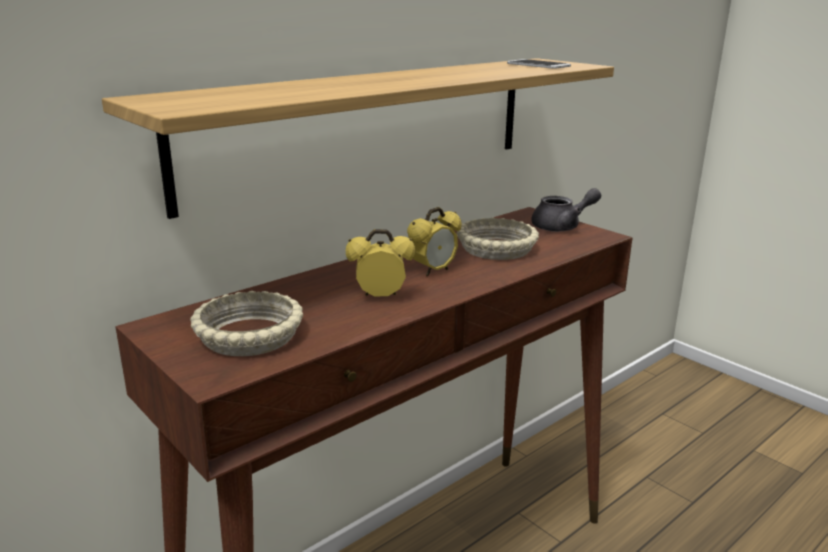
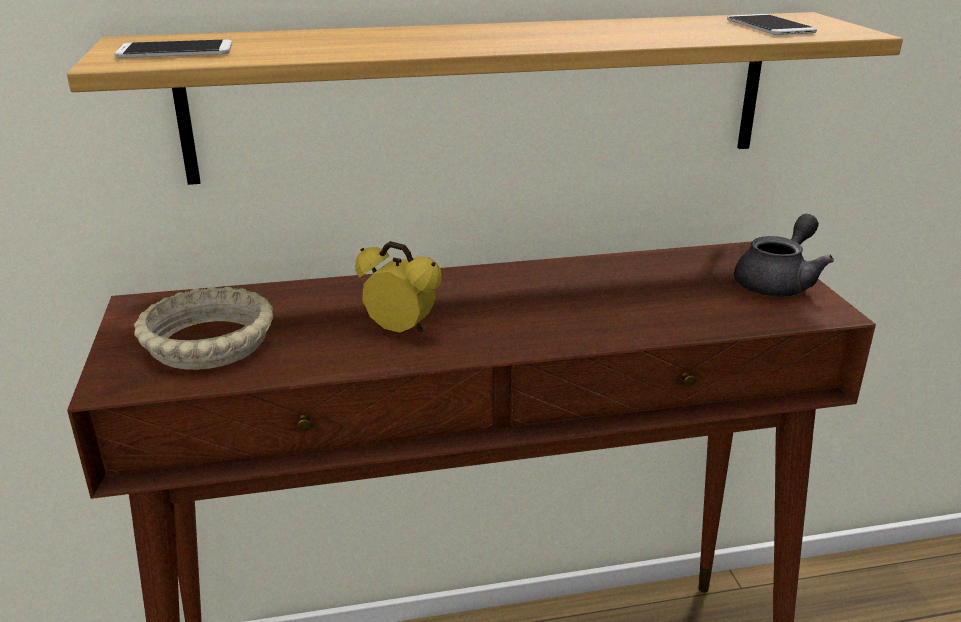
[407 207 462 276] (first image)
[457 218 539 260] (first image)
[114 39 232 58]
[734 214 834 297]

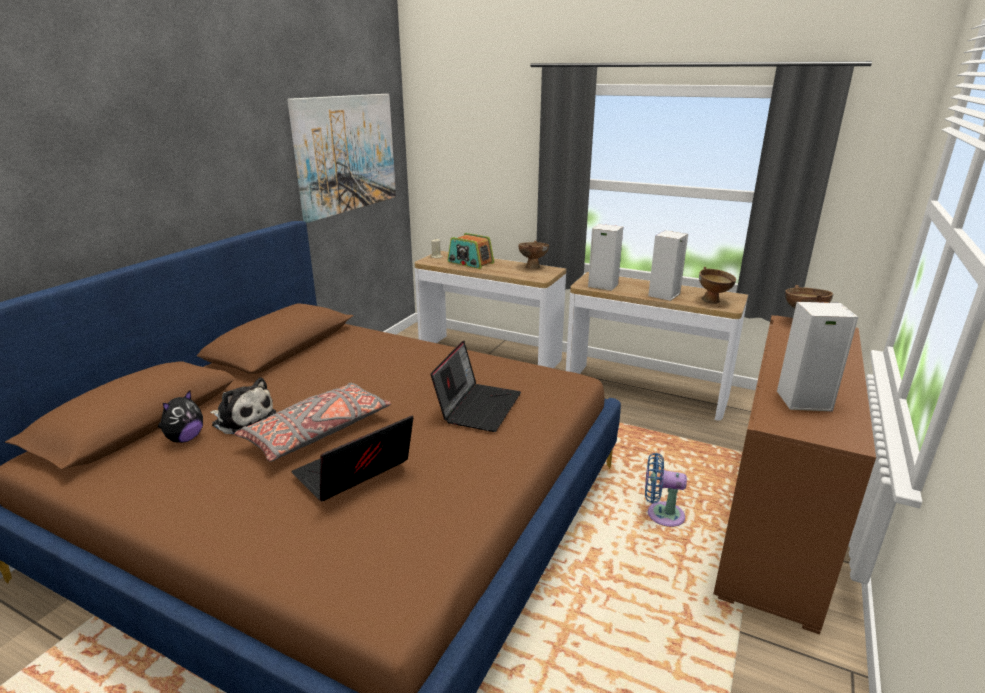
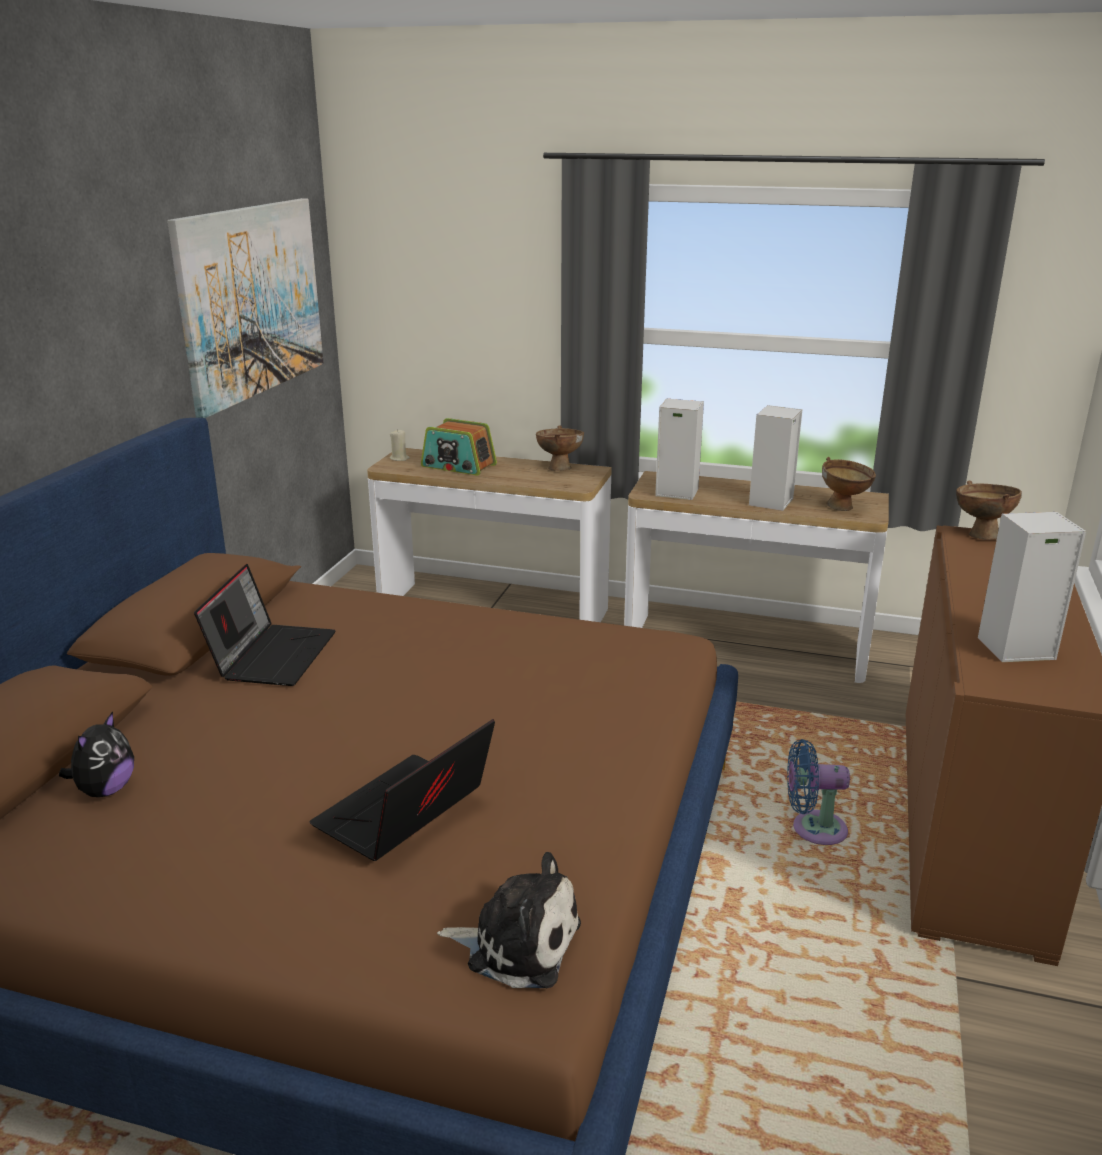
[234 383 391 461] (first image)
[437 852 581 988]
[194 564 336 686]

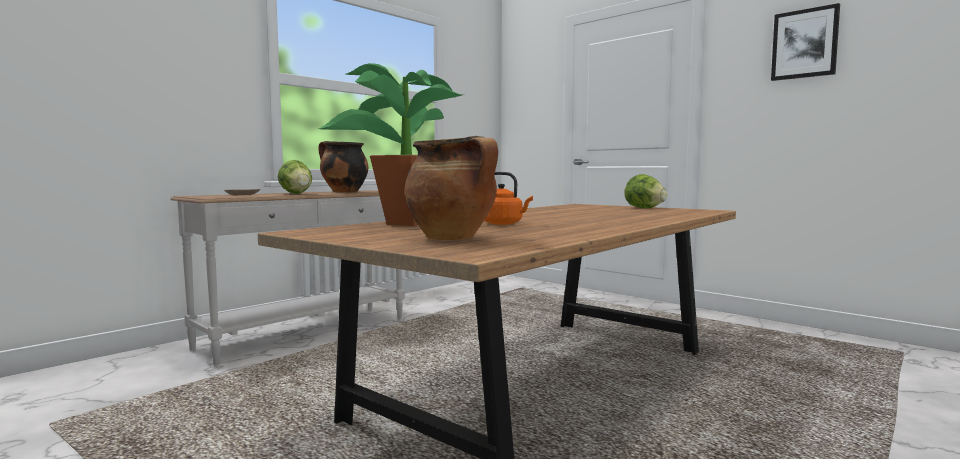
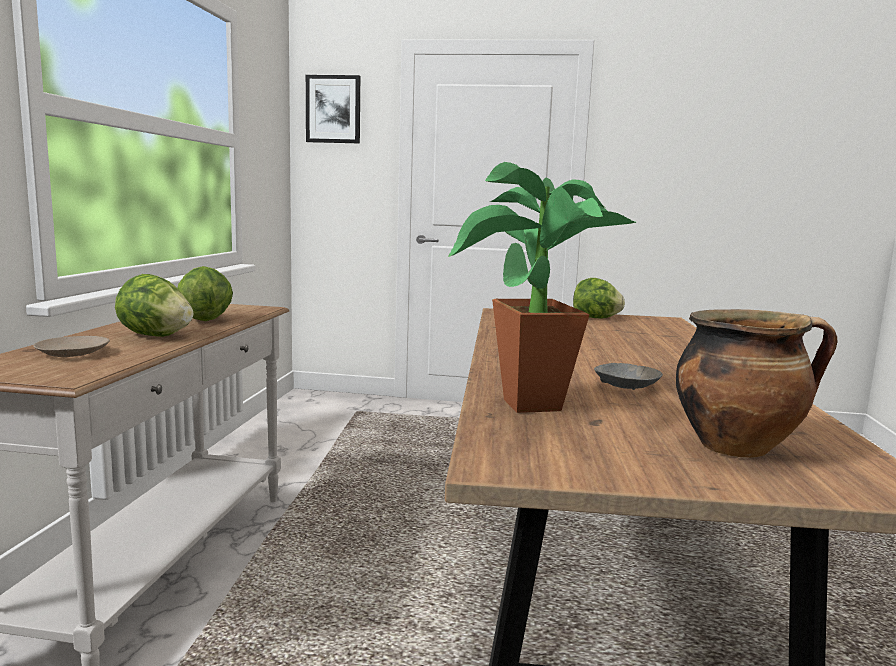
[306 75 360 143]
[178 266 233 321]
[594 363 663 390]

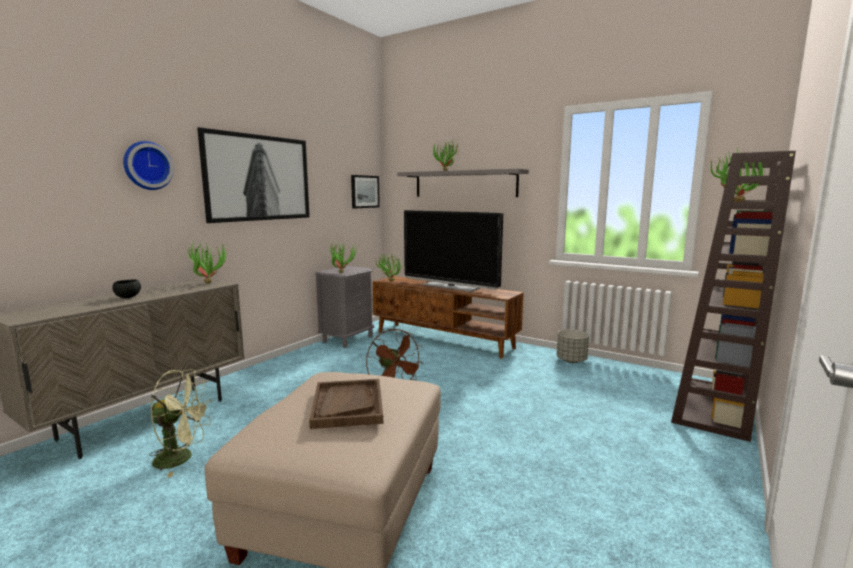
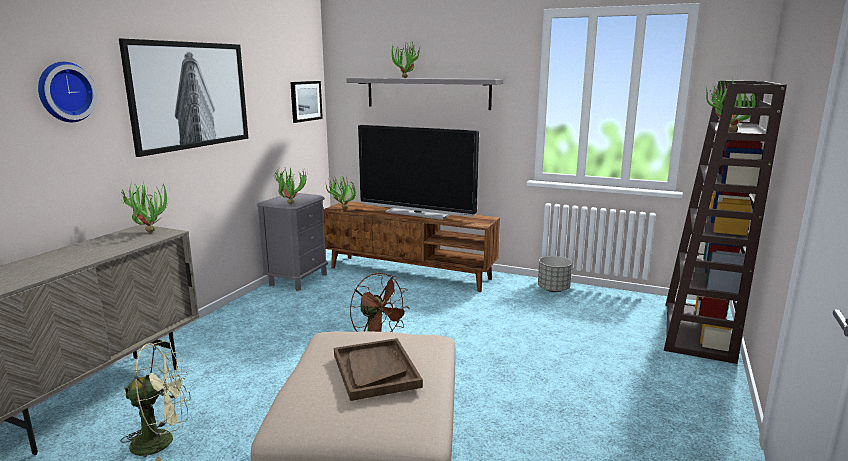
[112 279 141 298] (first image)

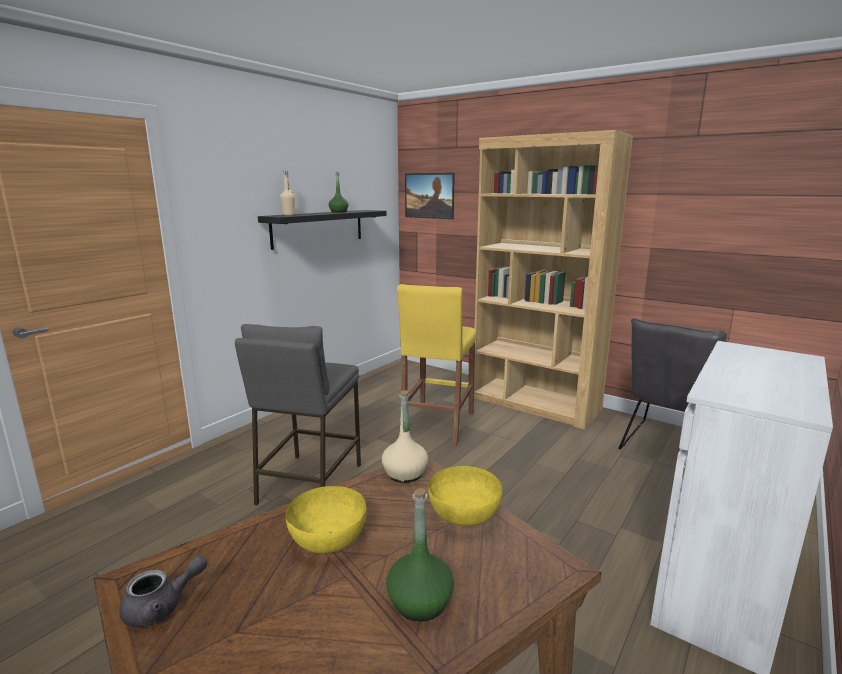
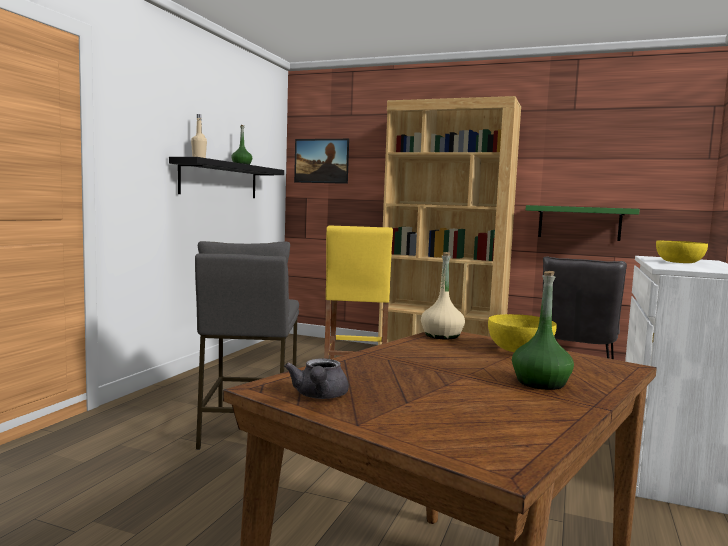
[526 205 640 241]
[656 240 708 263]
[284 358 349 399]

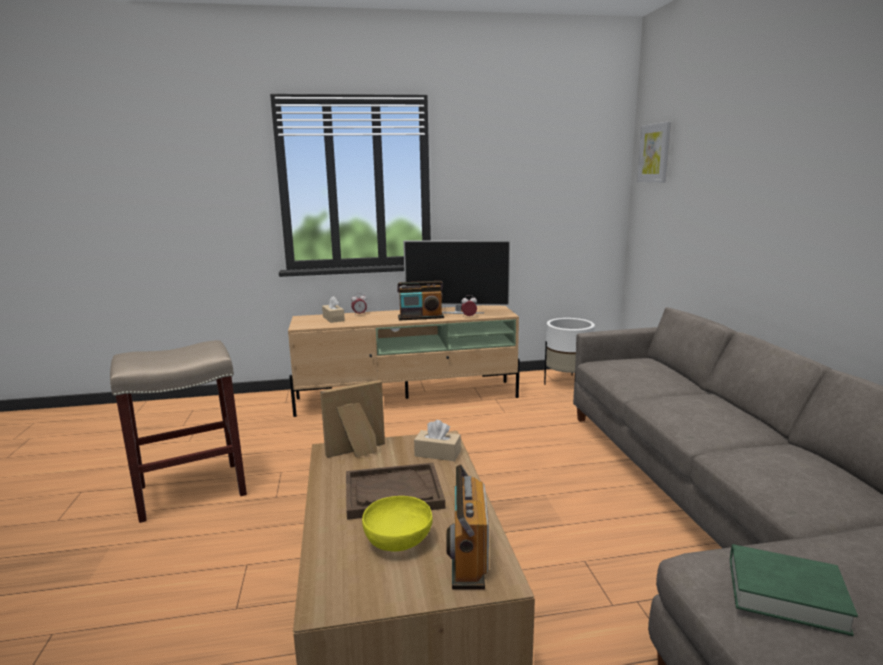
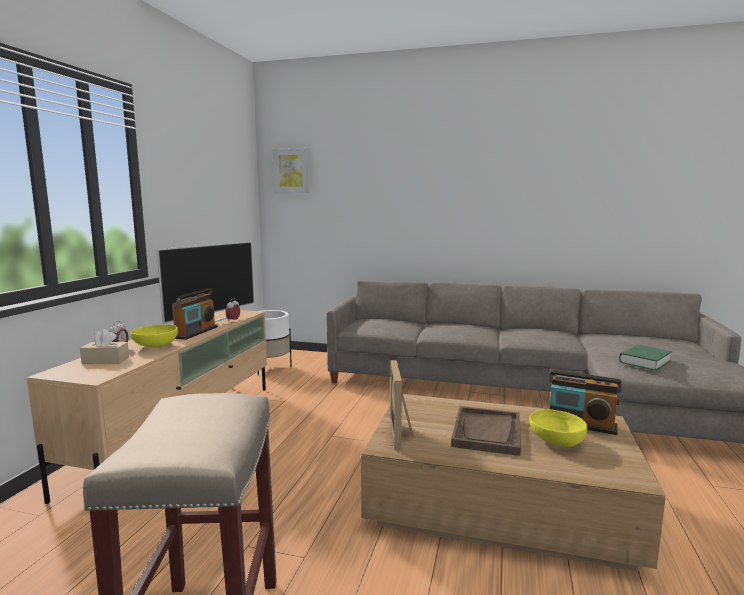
[414 420 461 461] (first image)
[131 324 178 348]

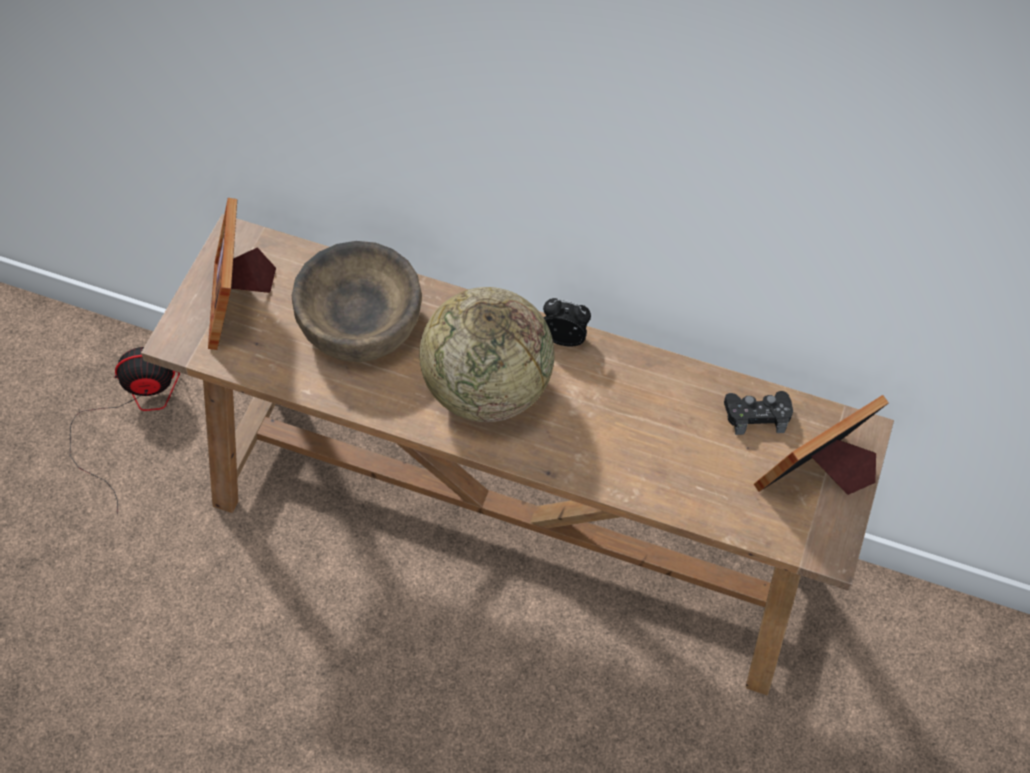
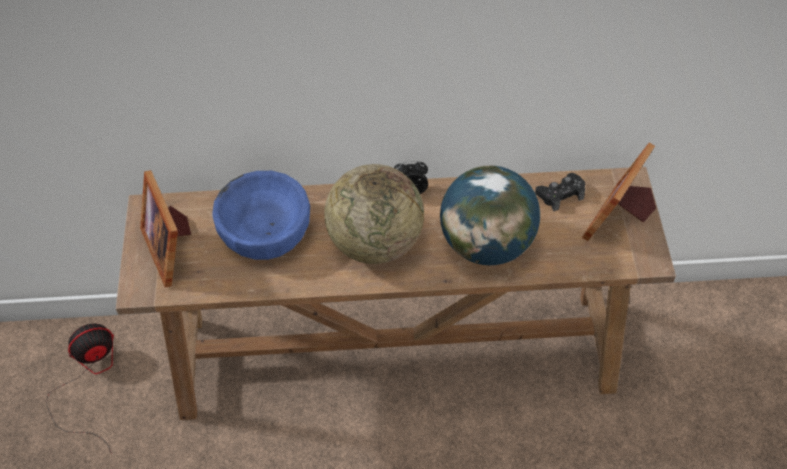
[440 166 540 265]
[212 171 310 260]

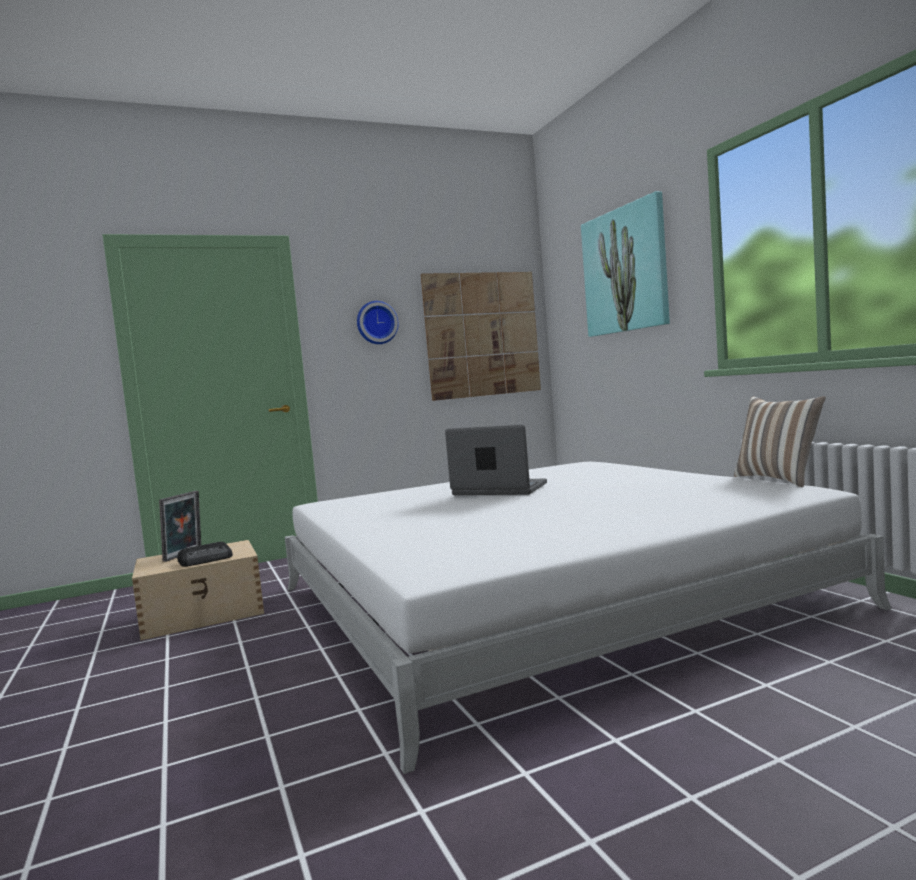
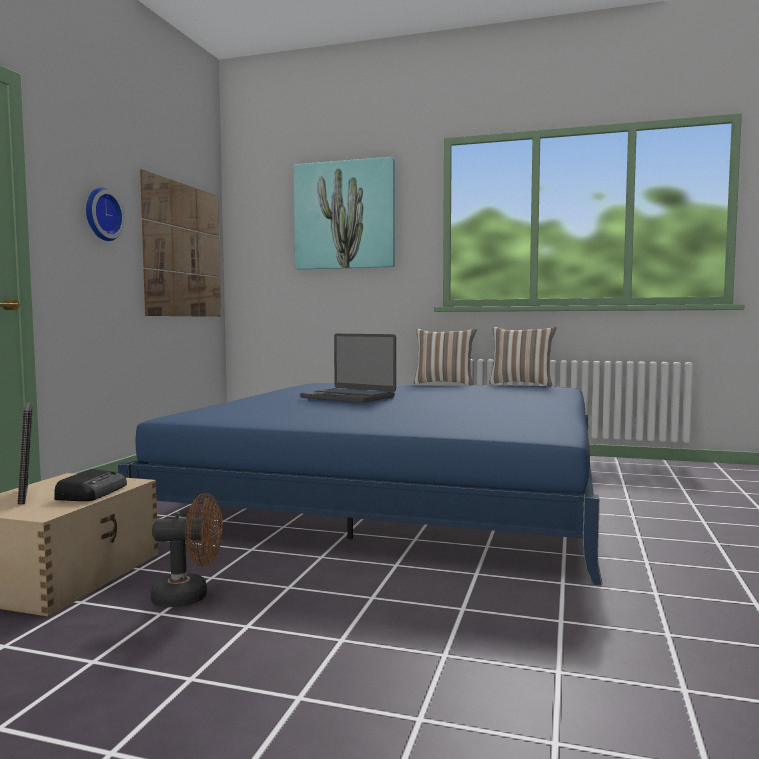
[151 493 223 607]
[413 329 477 385]
[118 383 602 585]
[300 334 396 403]

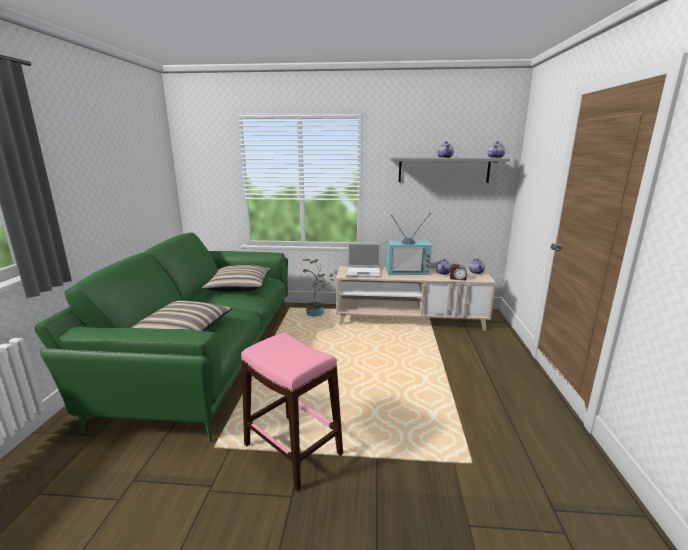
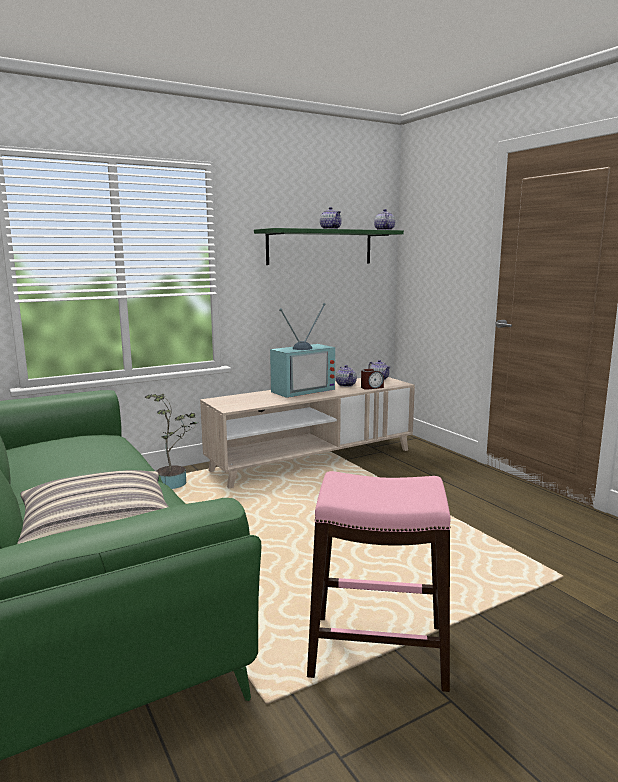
[202 265 270 292] (first image)
[346 242 381 277] (first image)
[254 228 404 265]

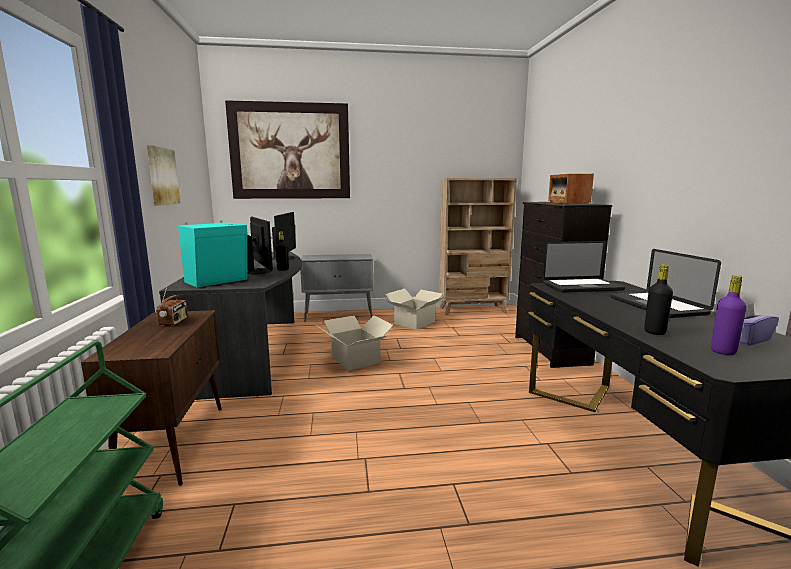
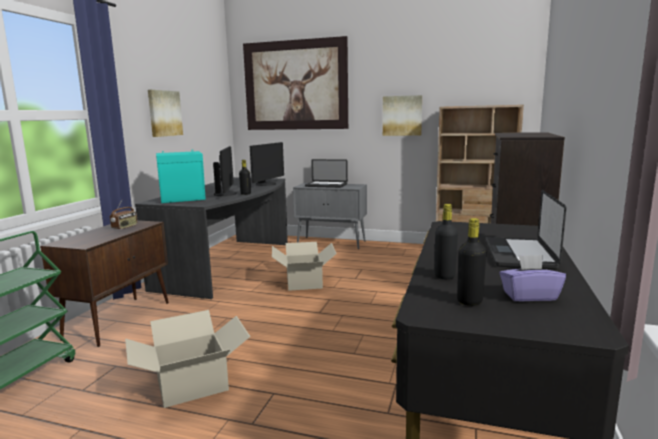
[548 174 594 204] (first image)
[383 95 422 136]
[125 310 251 408]
[305 159 348 188]
[457 218 487 306]

